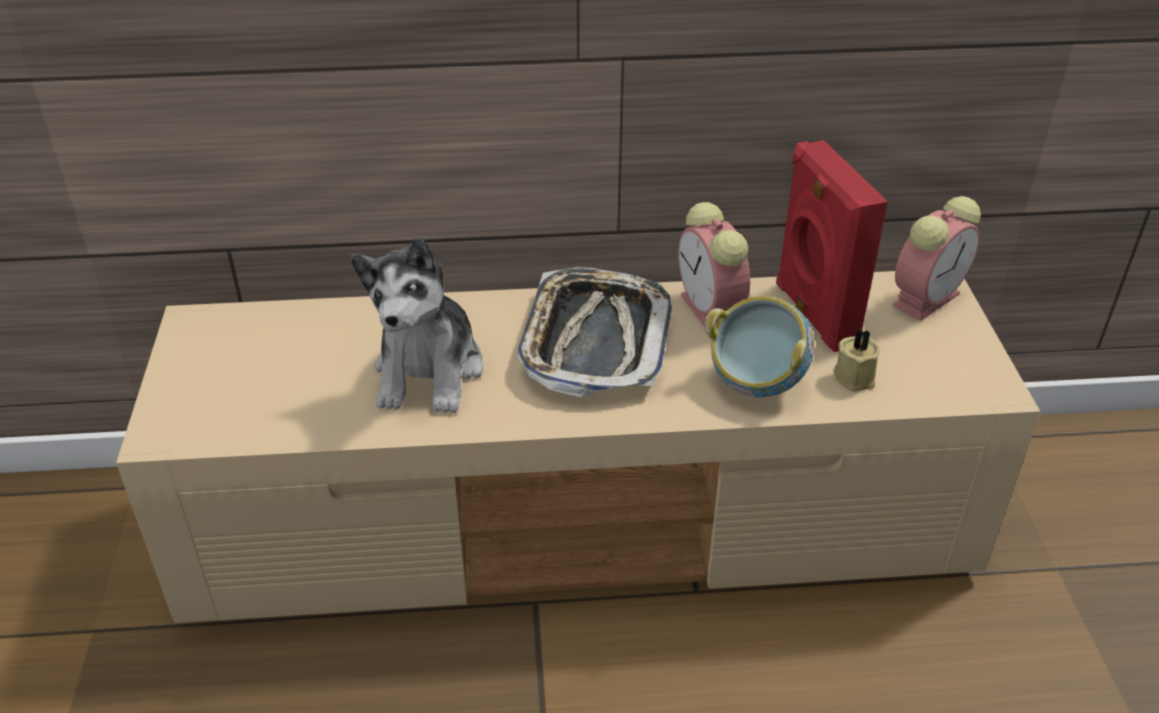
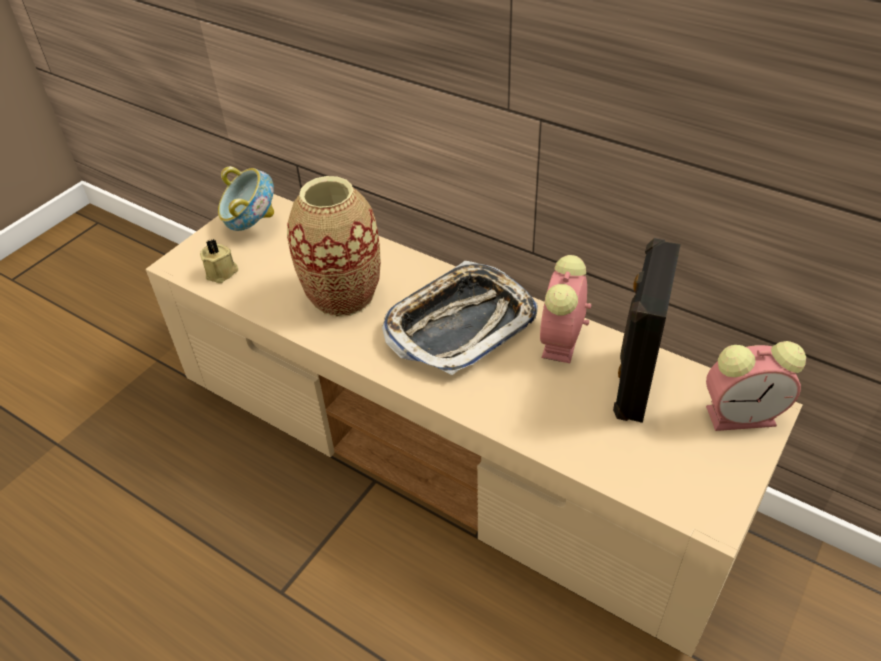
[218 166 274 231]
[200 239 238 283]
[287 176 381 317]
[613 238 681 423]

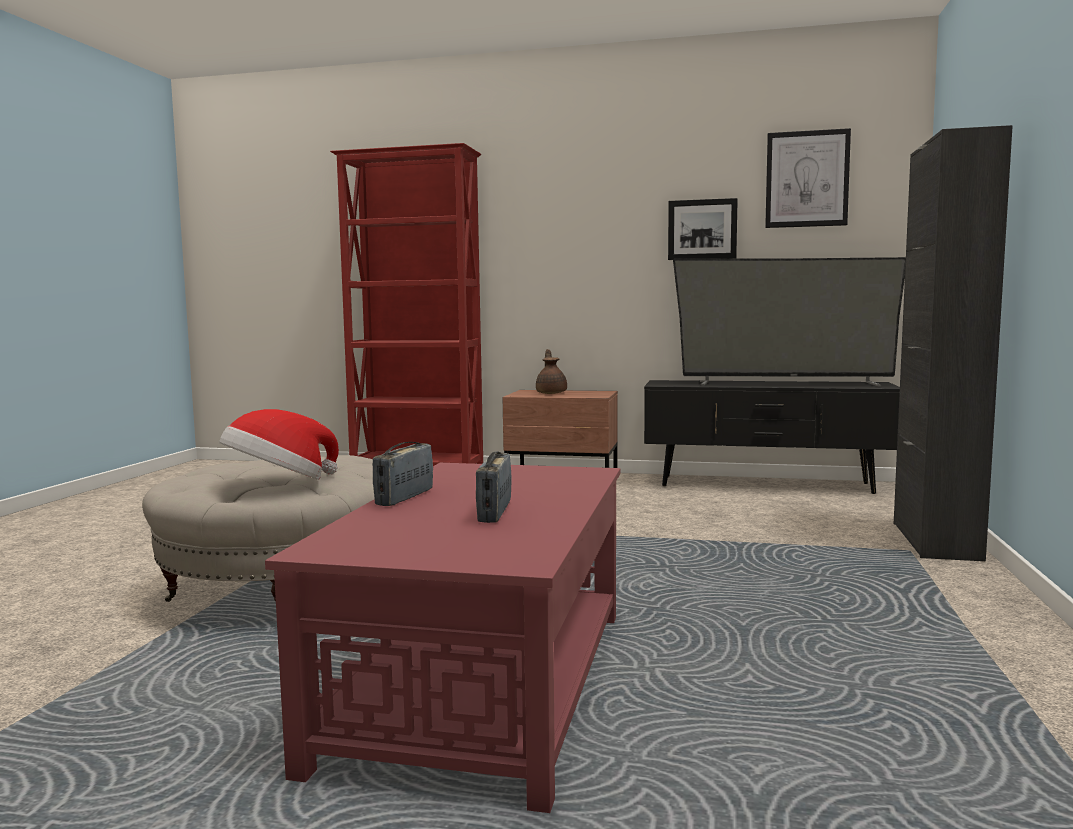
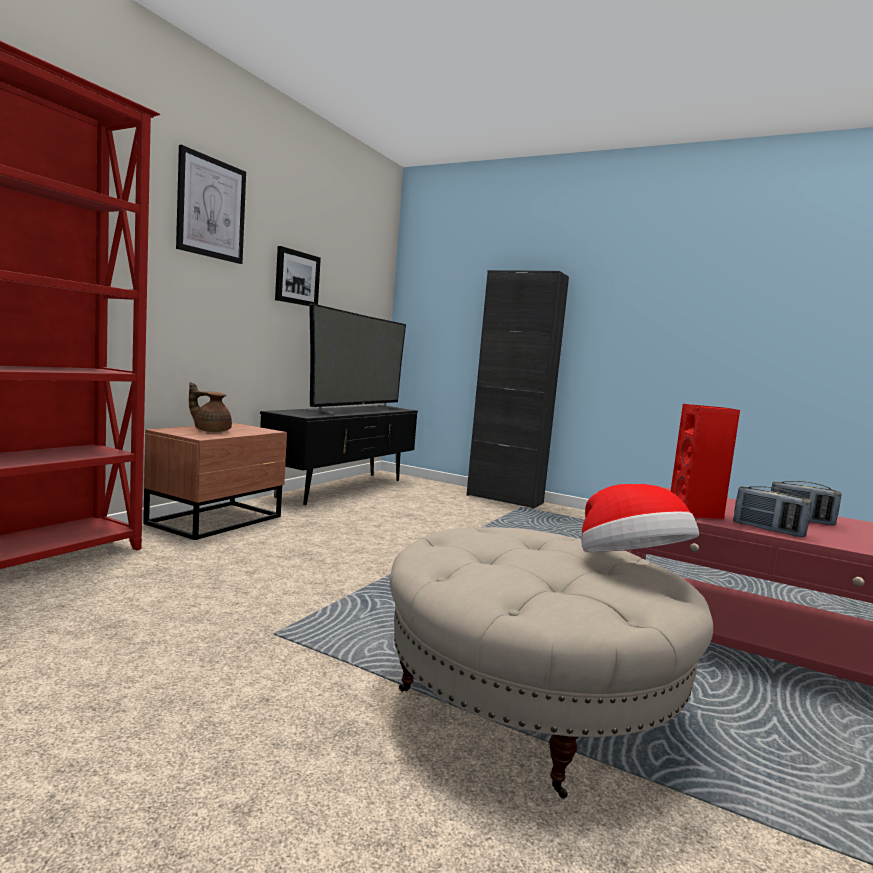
[670 404 740 519]
[176 145 246 264]

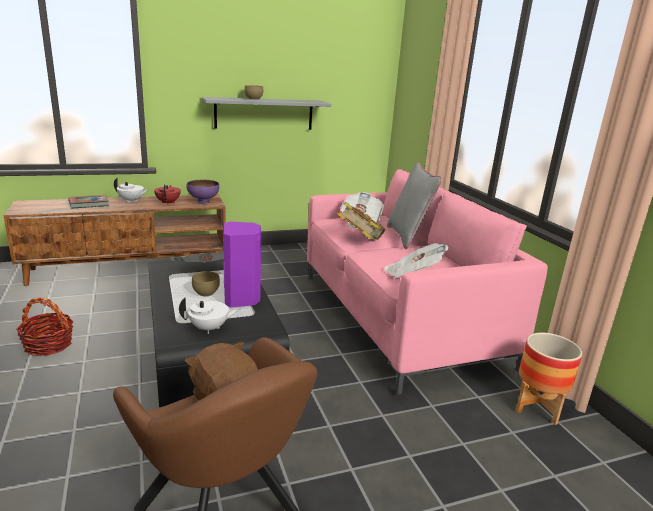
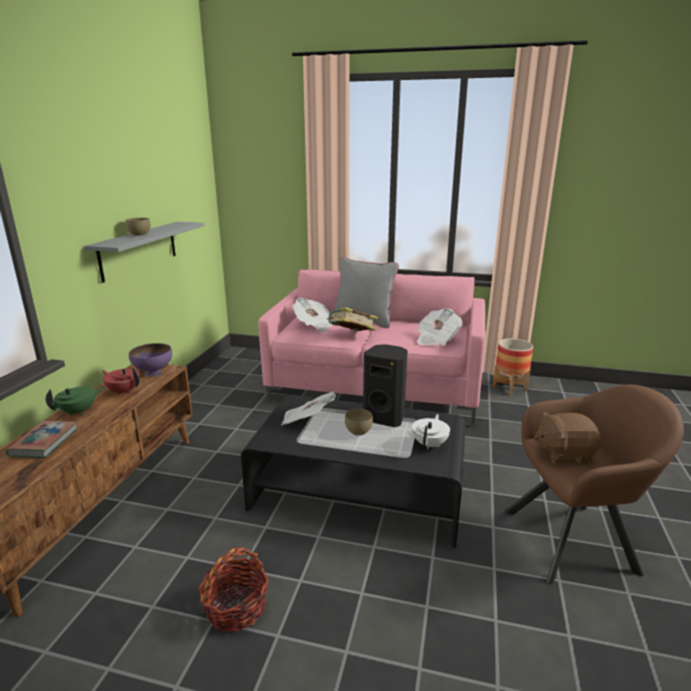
[46 386 104 416]
[363 344 408 427]

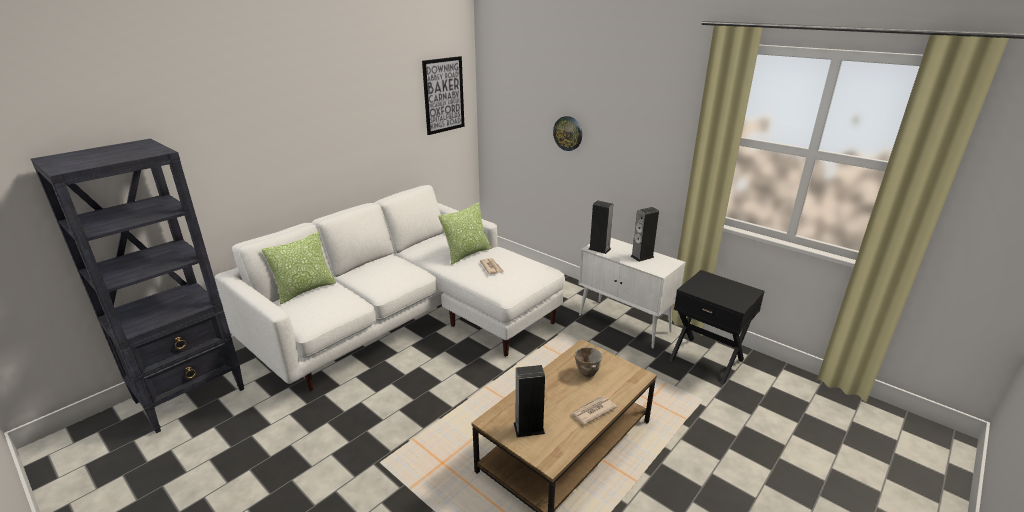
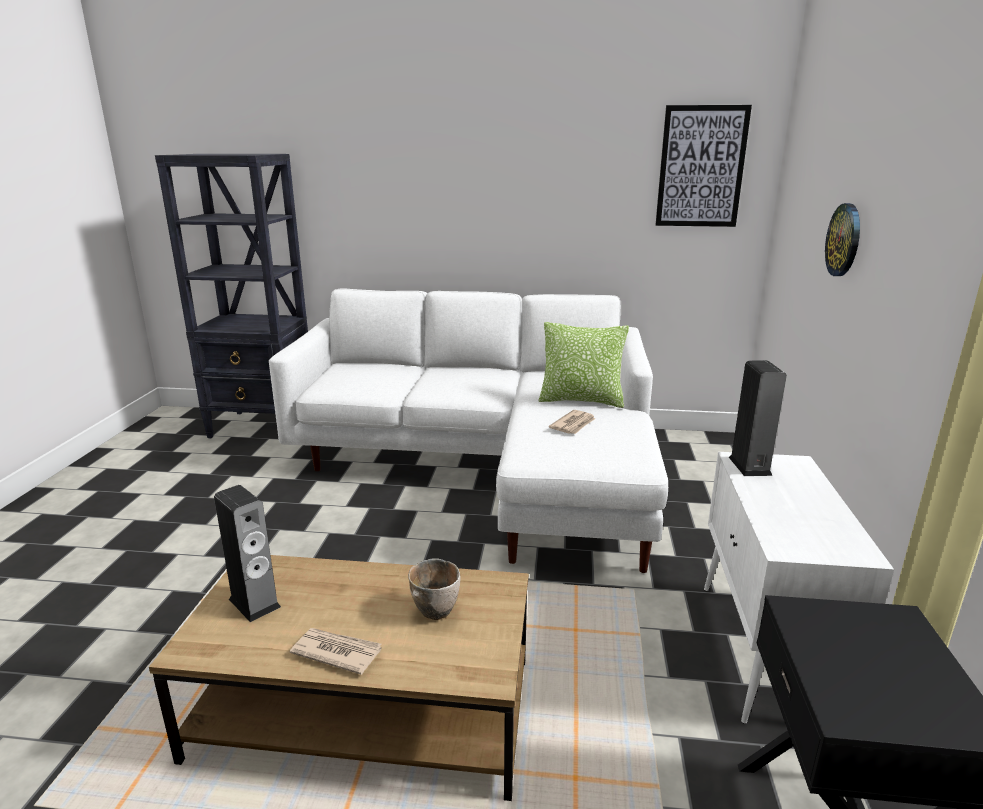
[261 231 336 304] (first image)
[630 207 659 262] (first image)

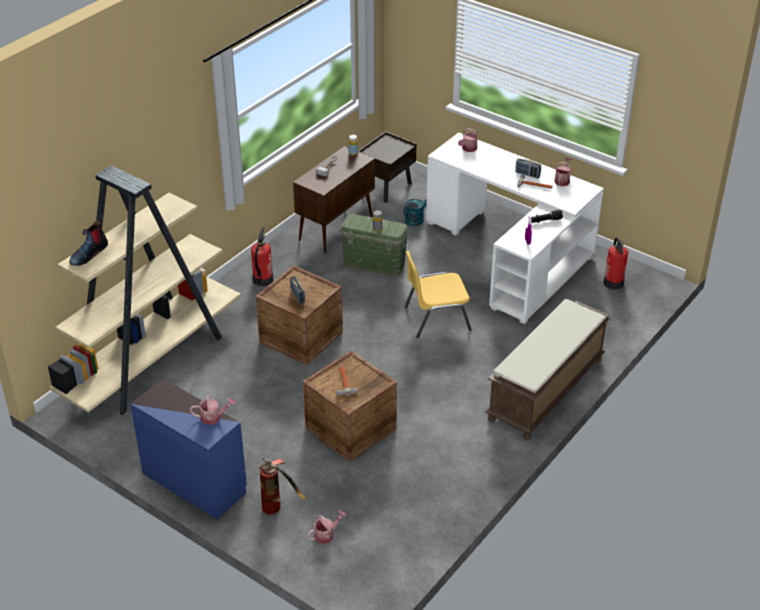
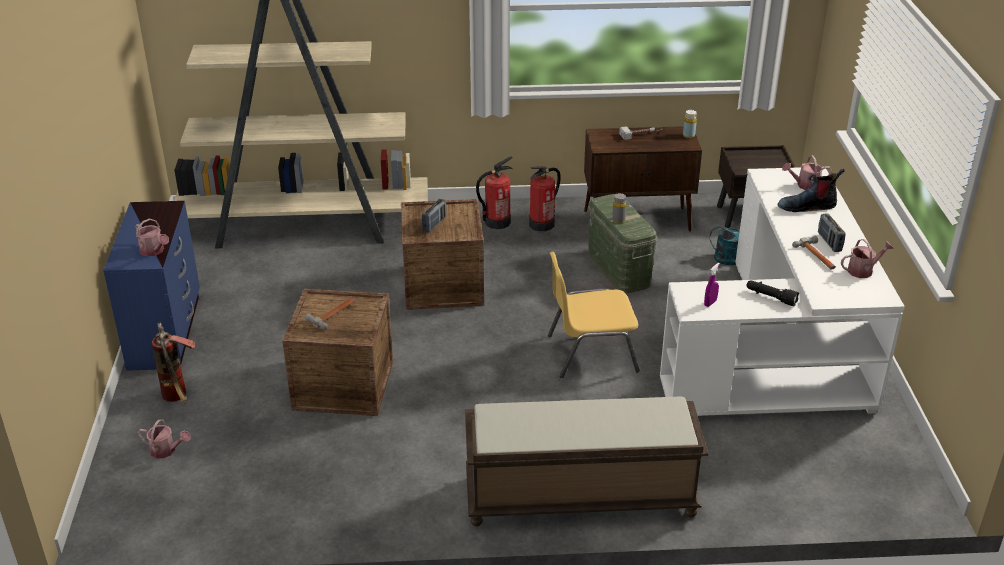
[778 169 845 212]
[529 166 561 231]
[548 252 640 378]

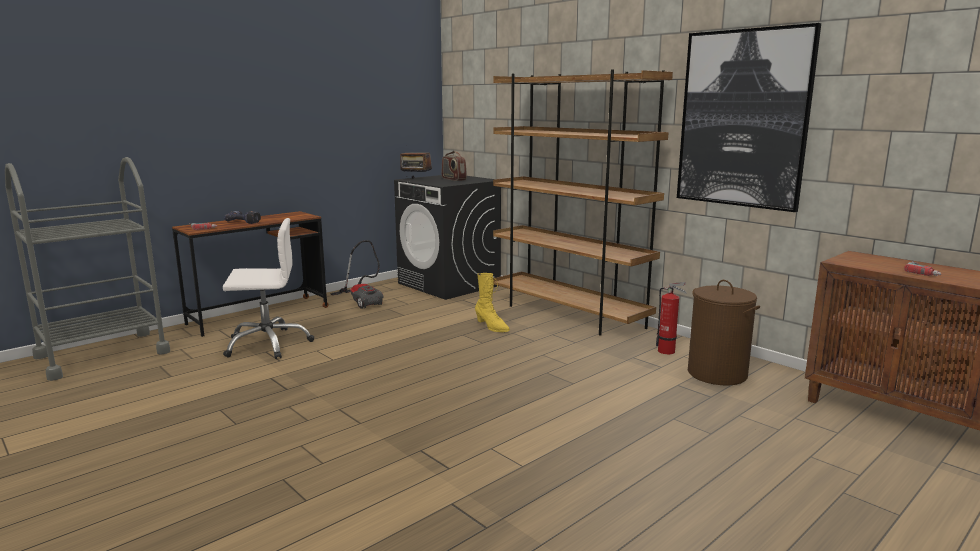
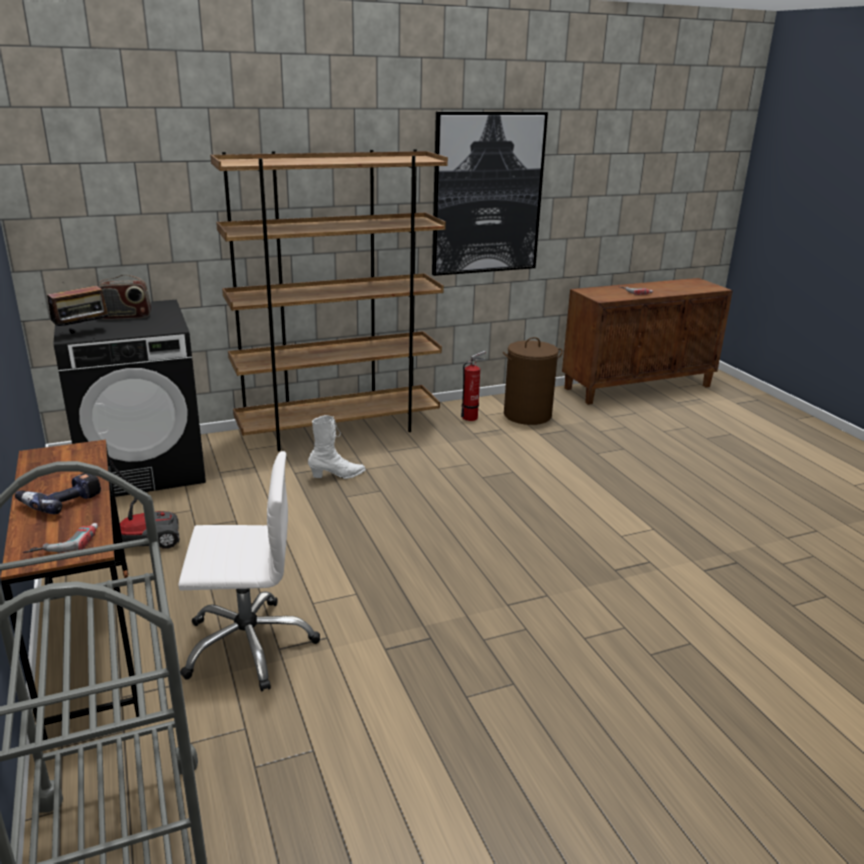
[308 415 366 479]
[178 451 320 692]

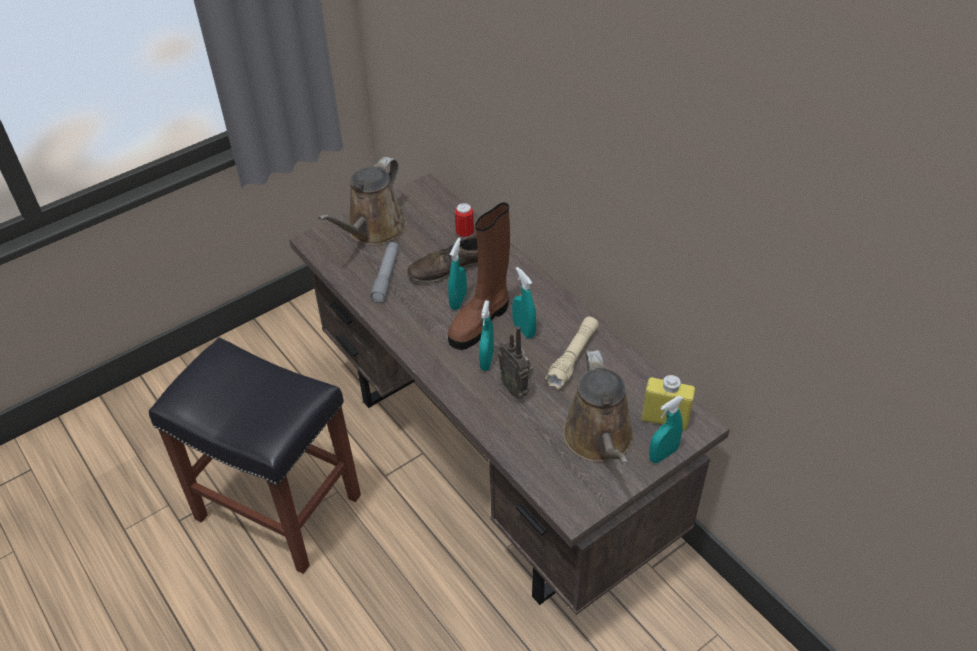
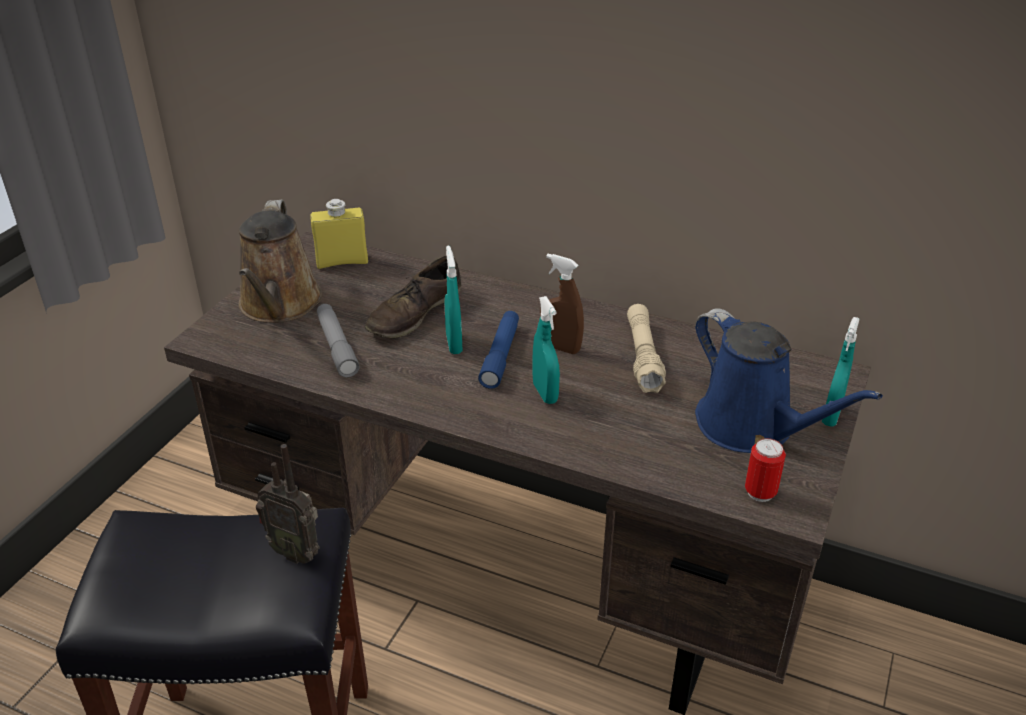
[745 438 786 502]
[256 444 320 564]
[310 199 368 269]
[478 311 519 389]
[540 254 584 354]
[695 308 883 453]

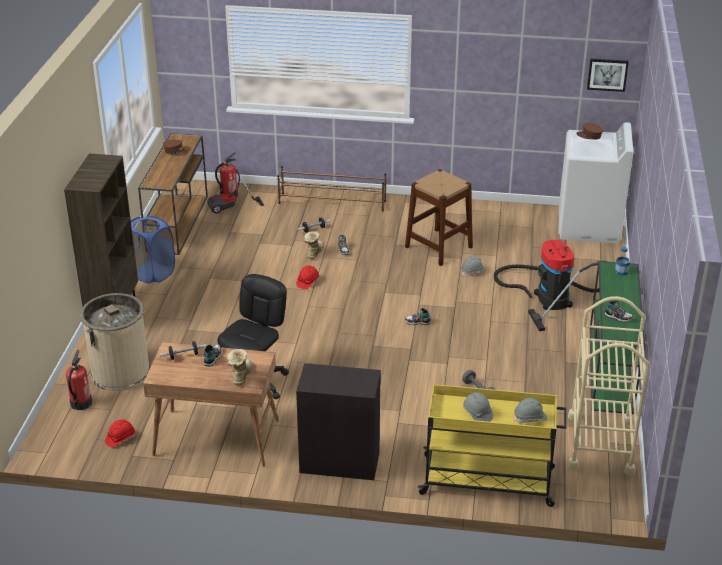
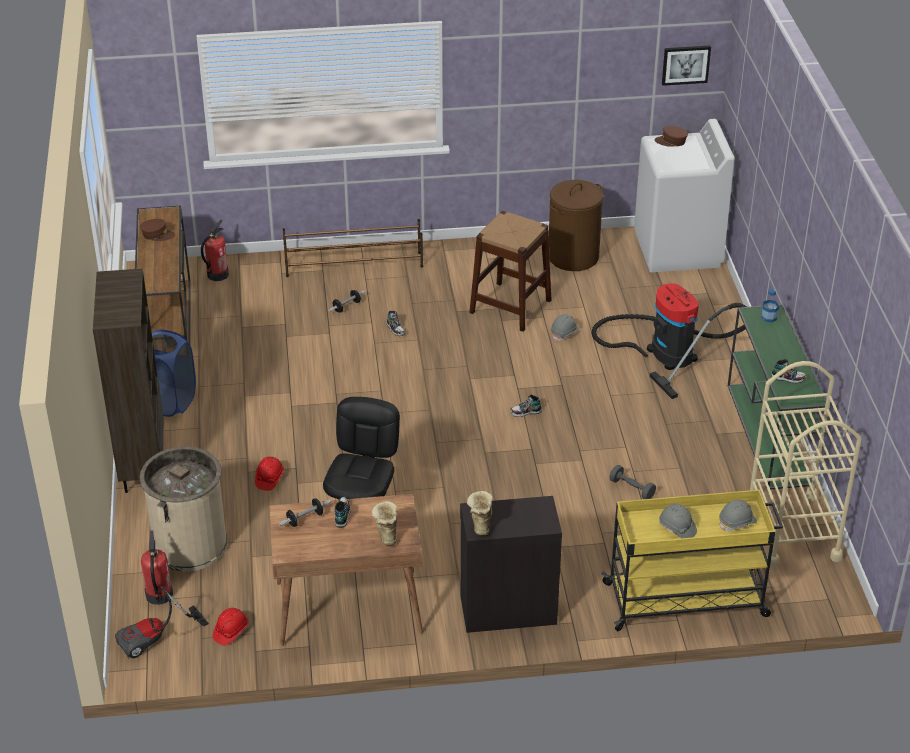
[549 180 603 271]
[115 586 209 658]
[255 457 284 491]
[467 491 493 536]

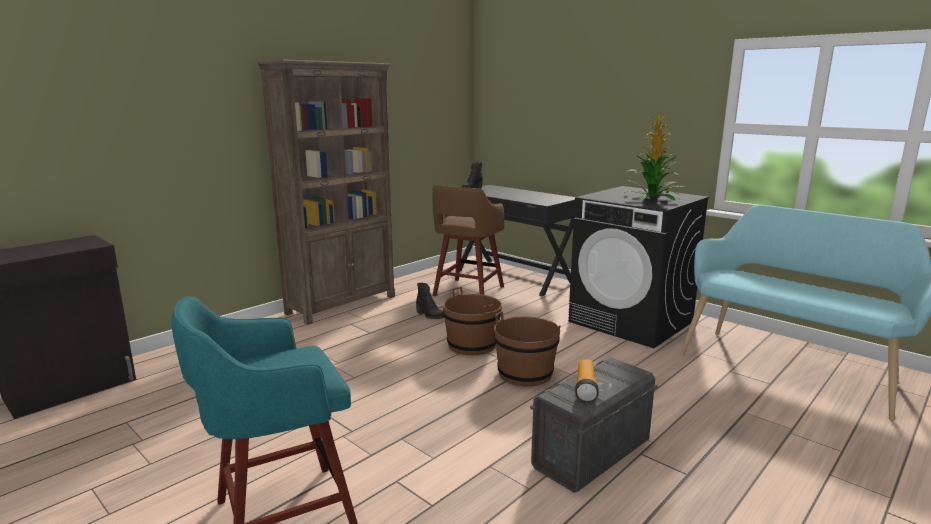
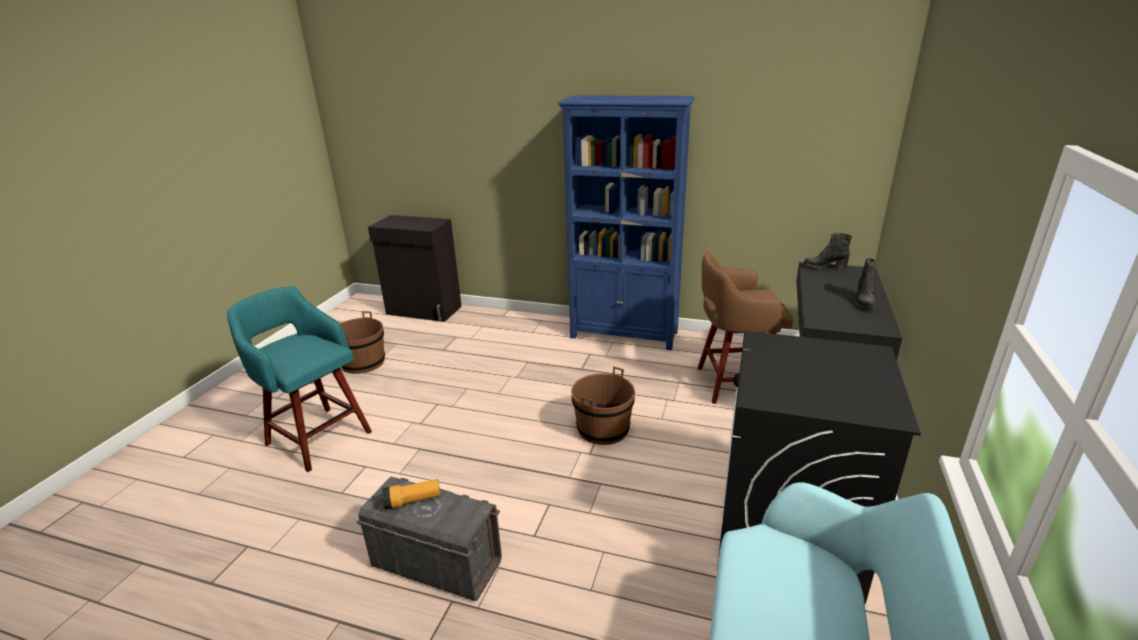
[624 111 684 201] (first image)
[855 258 876 309]
[340 311 385 374]
[558 95 695 350]

